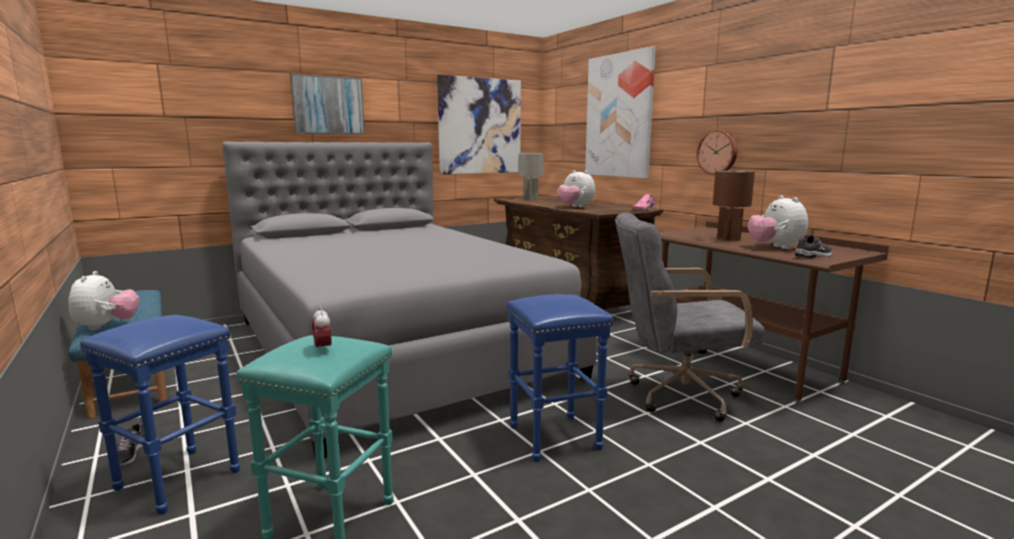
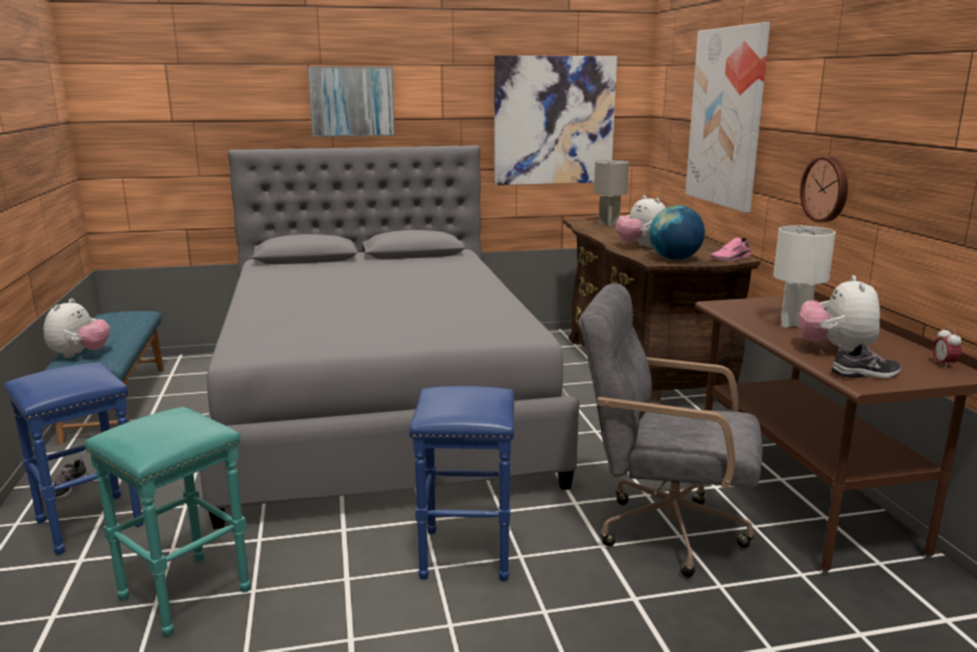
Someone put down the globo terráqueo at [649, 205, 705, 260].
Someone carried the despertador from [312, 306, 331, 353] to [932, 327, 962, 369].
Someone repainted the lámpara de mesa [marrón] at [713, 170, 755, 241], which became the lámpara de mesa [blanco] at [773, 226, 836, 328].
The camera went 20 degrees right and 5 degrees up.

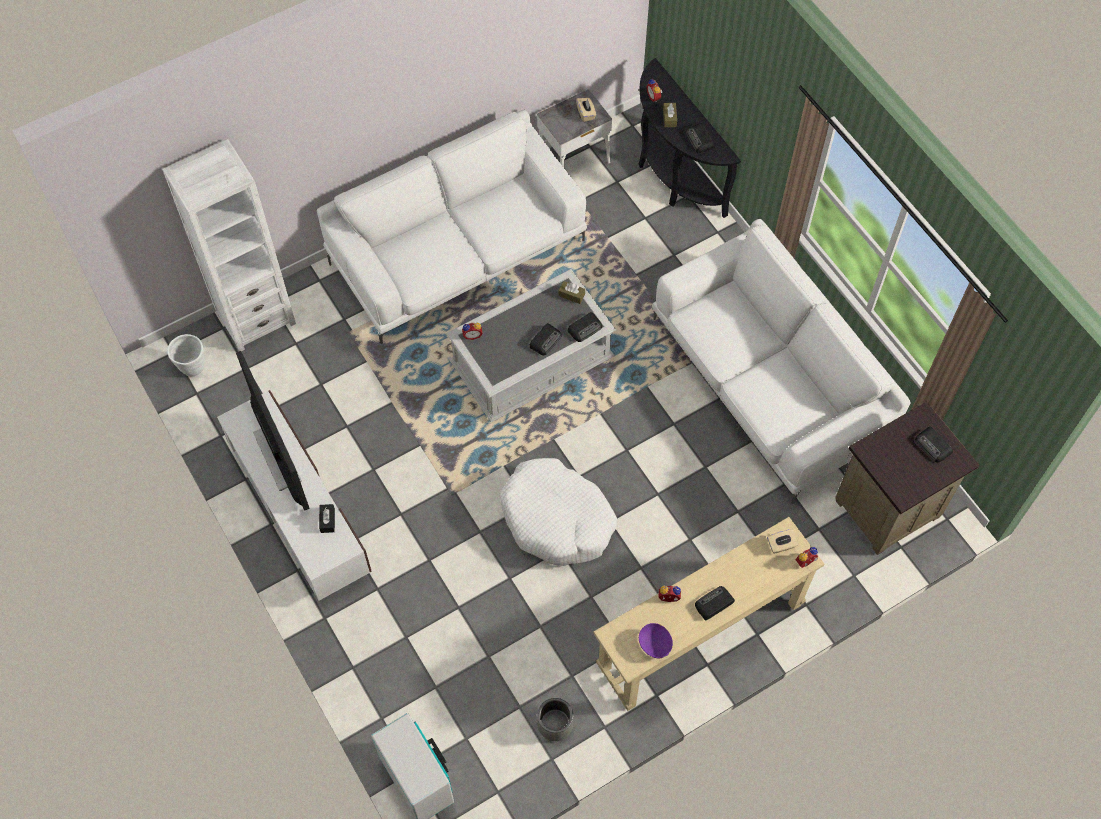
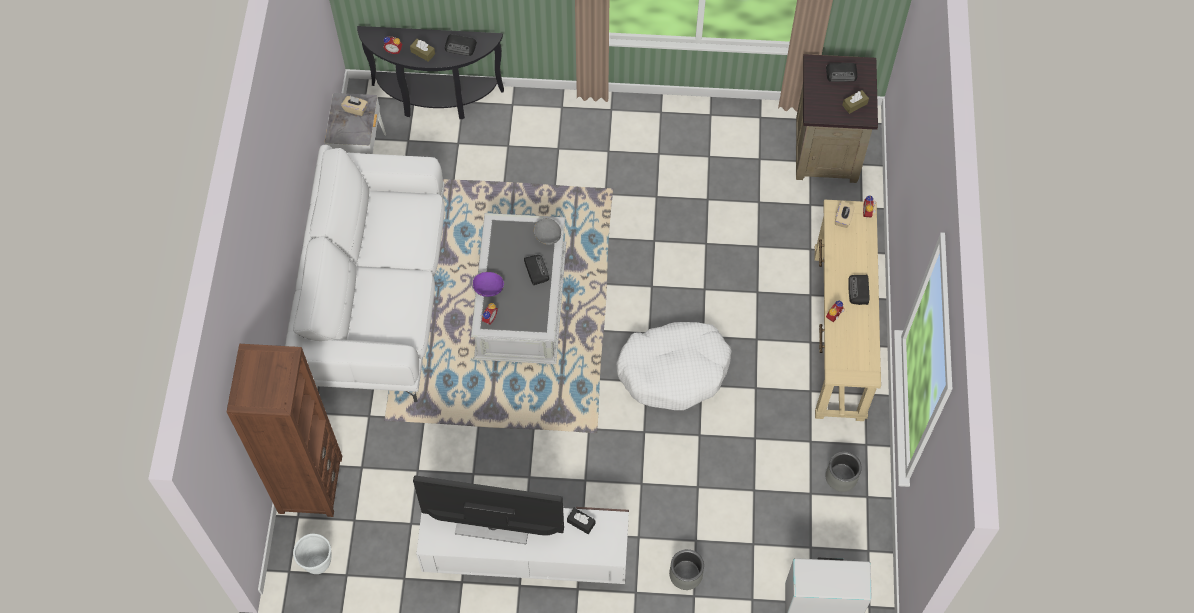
Someone took away the sofá [blanco] at [652, 219, 911, 504].
Someone put down the maceta [gris] at [669, 549, 704, 590].
Someone carried the caja de pañuelos [marrón] from [559, 281, 585, 304] to [842, 90, 869, 114].
Someone carried the cuenco [morado] from [639, 623, 673, 658] to [473, 272, 504, 297].
Someone swapped the radio at [567, 312, 602, 342] for the cuenco [gris] at [534, 218, 561, 245].
Someone repainted the estantería [blanco] at [162, 139, 296, 351], which became the estantería [marrón] at [227, 344, 342, 517].
The camera went 55 degrees left and 0 degrees up.

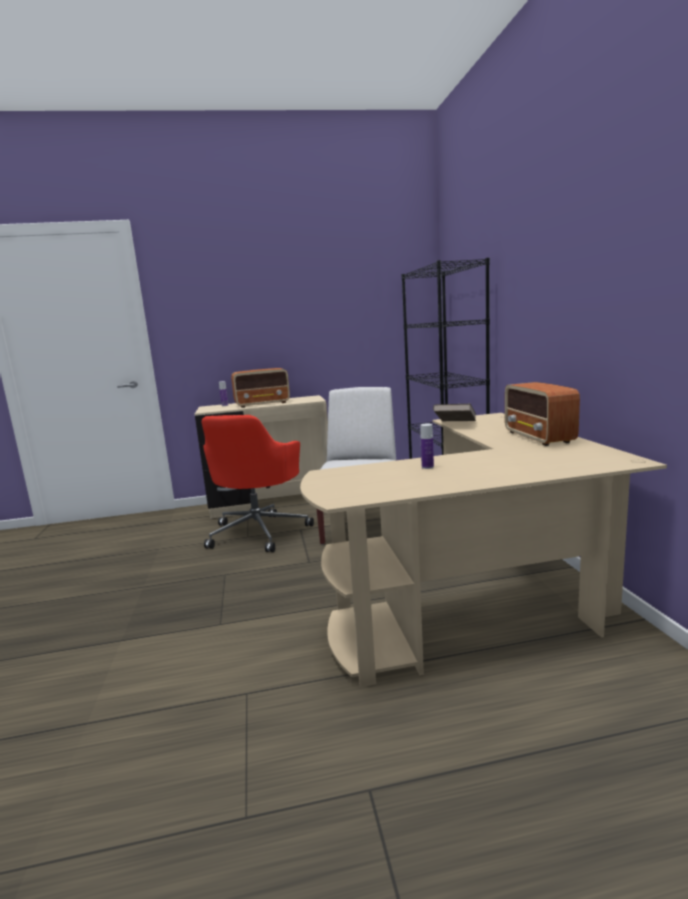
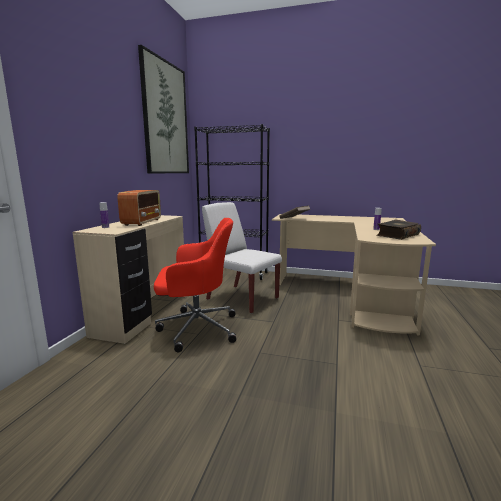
Someone took away the radio at [505, 382, 580, 446].
Someone put up the cuadro at [138, 45, 189, 174].
Someone put down the libro at [376, 219, 421, 240].
Someone rotated the silla de oficina [rojo] at [202, 415, 314, 552] by 45 degrees counterclockwise.
The camera went 65 degrees left and 0 degrees up.

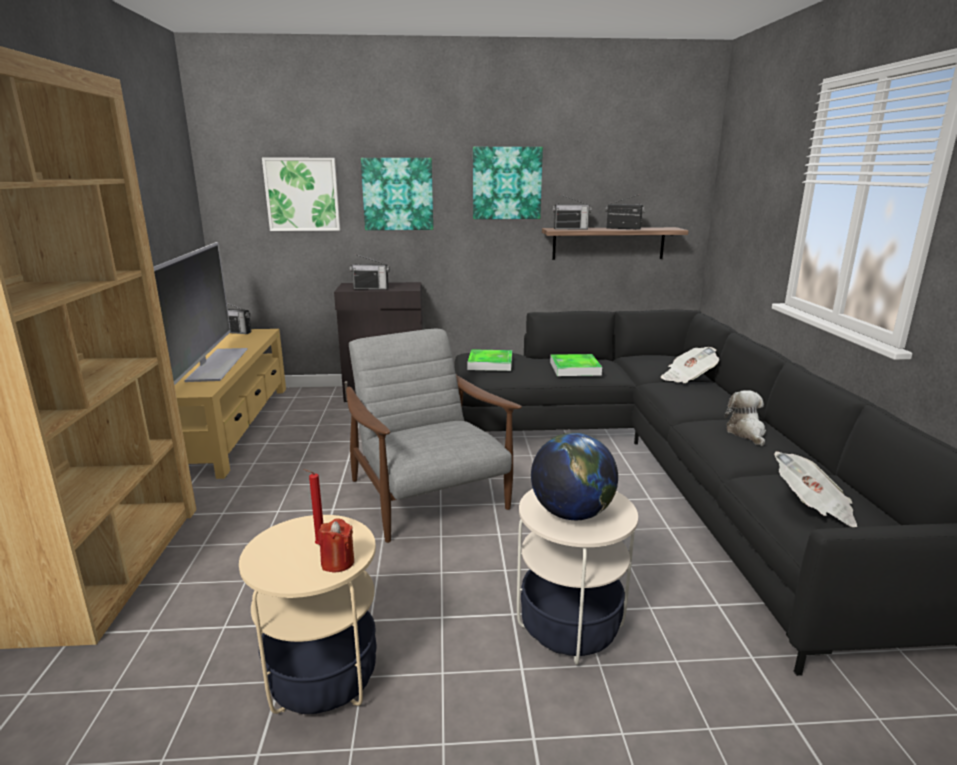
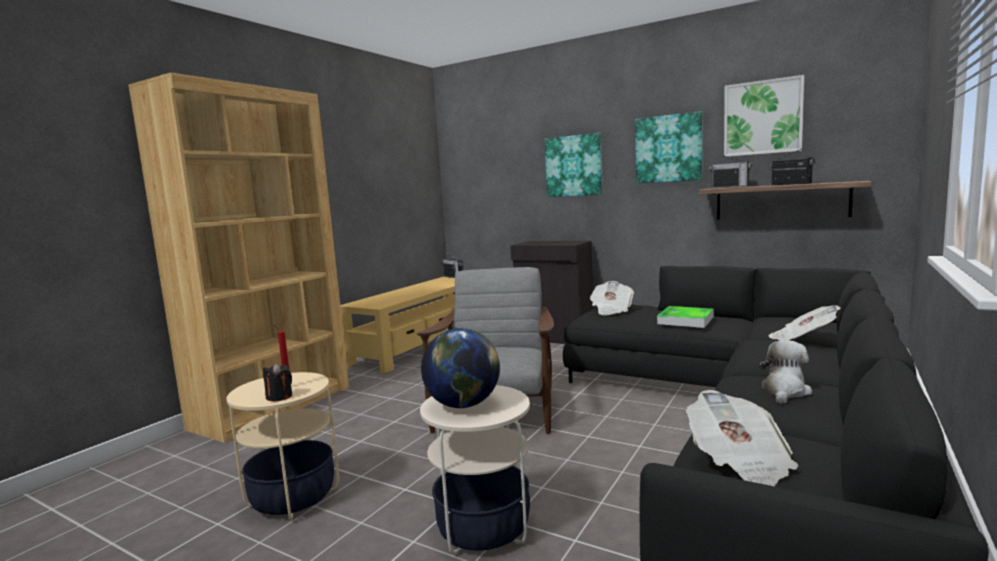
Someone took away the televisor at [153, 242, 248, 385].
Someone took away the radio at [350, 254, 390, 290].
Someone carried the cuadro from [262, 158, 340, 231] to [724, 75, 804, 157].
Someone swapped the bandeja at [468, 349, 512, 371] for the periódico at [590, 281, 634, 315].
Someone repainted the vela [rojo] at [318, 518, 354, 572], which became the vela [negro] at [263, 363, 292, 401].
The camera went 35 degrees right and 10 degrees down.

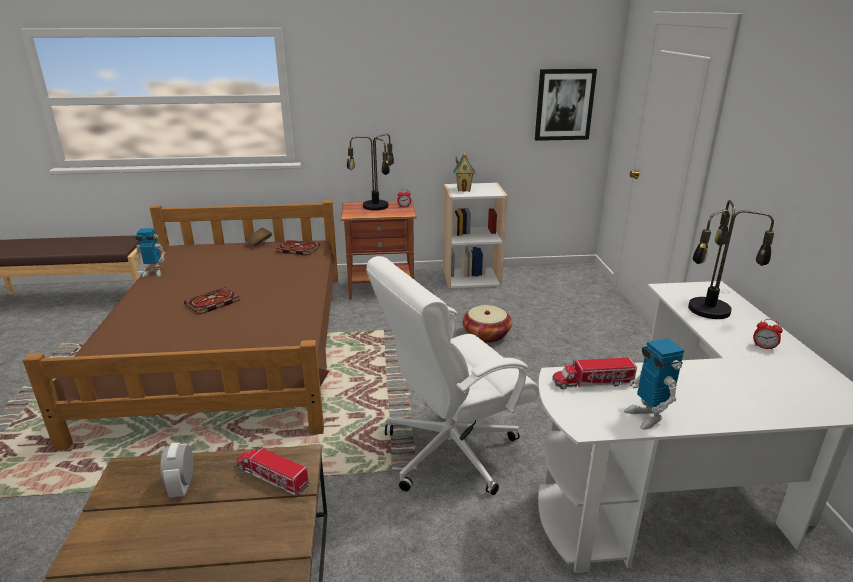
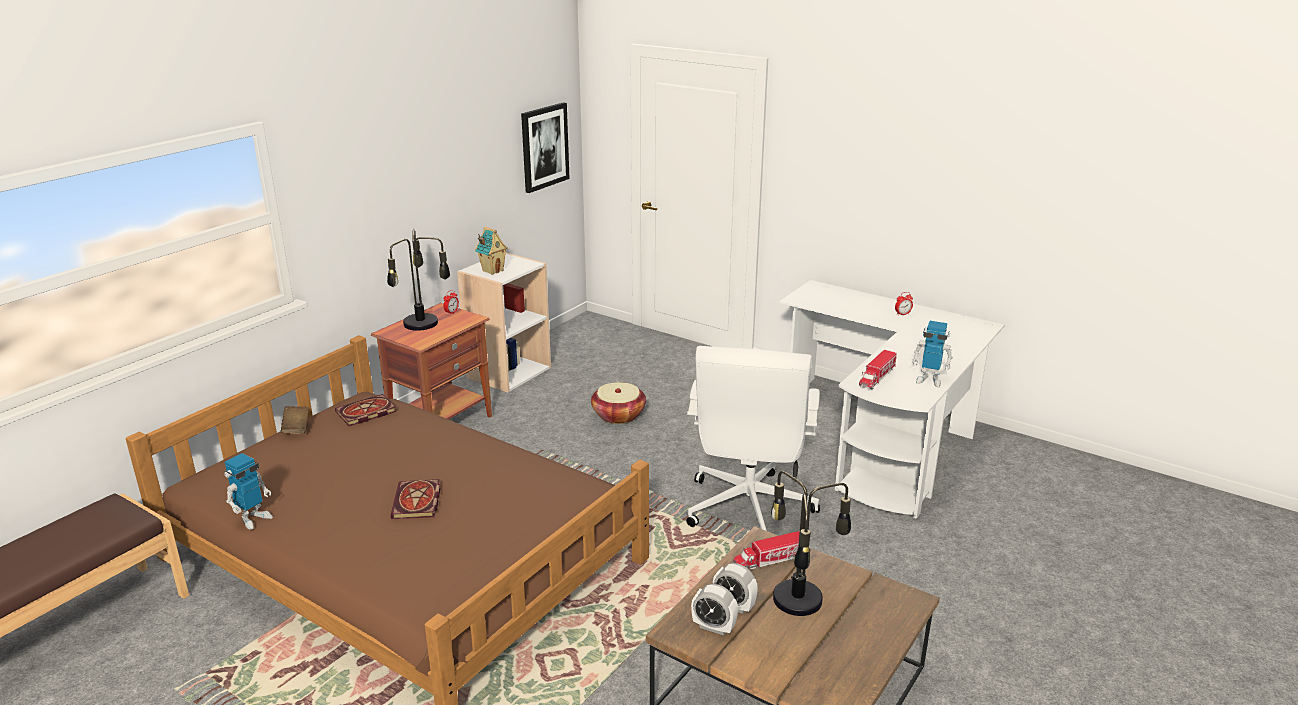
Someone put down the despertador at [691, 584, 738, 635].
Someone carried the lámpara de mesa from [688, 200, 774, 319] to [771, 471, 851, 616].
The camera went 50 degrees left and 0 degrees up.

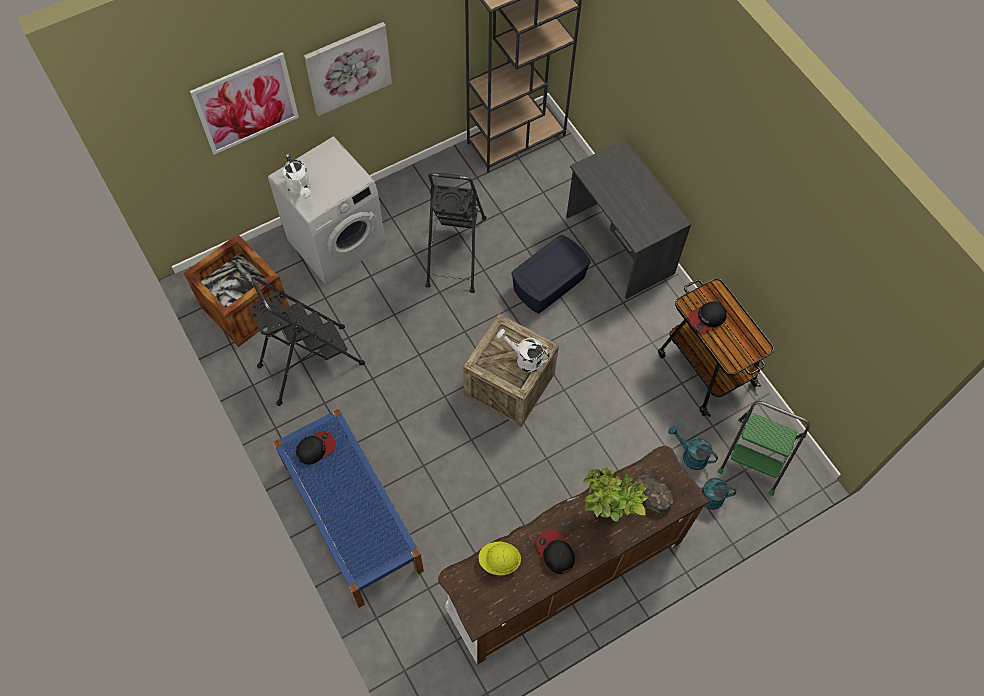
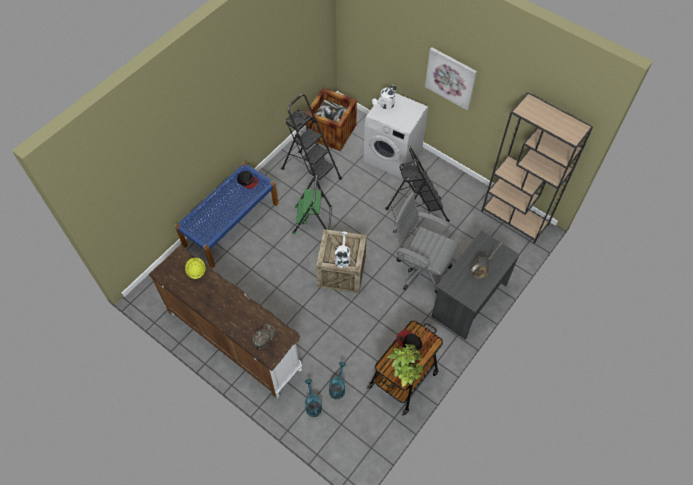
Someone took away the cuadro at [190, 52, 299, 155].
Someone took away the gorra at [536, 529, 575, 574].
Someone put down the regadera [marrón] at [470, 242, 502, 279].
Someone carried the planta en maceta from [583, 466, 648, 522] to [387, 344, 424, 387].
Someone carried the escalera de tijera [verde] from [717, 401, 810, 496] to [292, 175, 332, 234].
Someone swapped the caja de almacenaje [azul] at [511, 235, 591, 314] for the silla de oficina [gris] at [394, 192, 458, 294].
The camera went 70 degrees right and 5 degrees down.

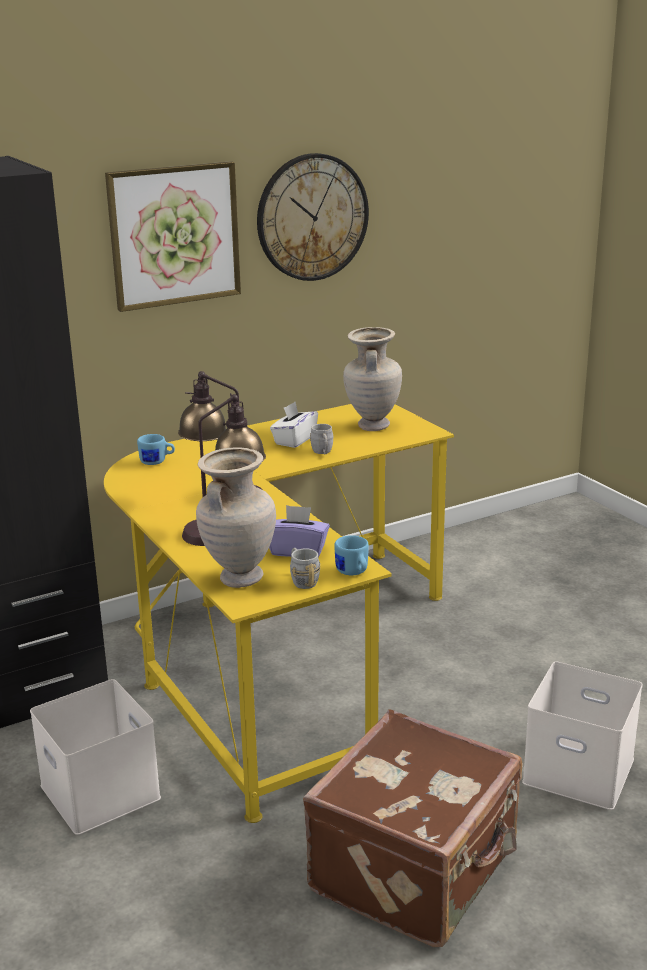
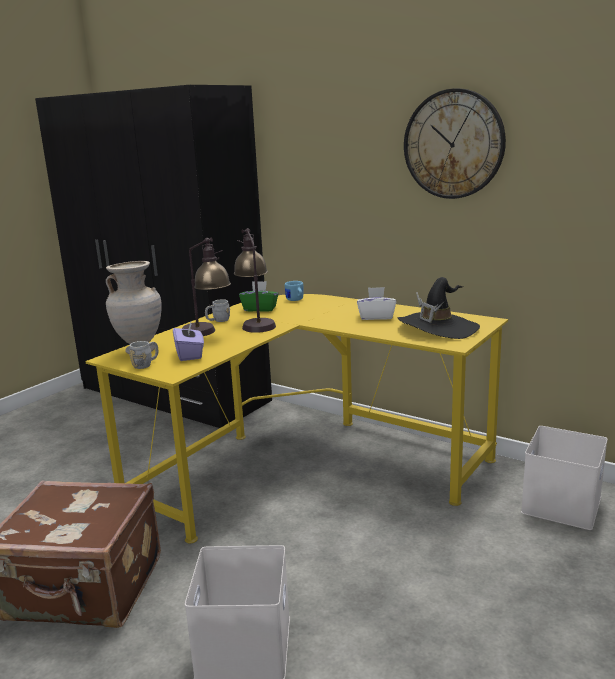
Someone took away the cuadro at [105, 161, 241, 312].
Someone took away the taza grande [azul] at [334, 535, 369, 575].
Someone put down the caja de pañuelos [verde] at [239, 281, 279, 312].
Someone carried the caja de almacenaje [blanco] from [30, 679, 161, 835] to [521, 426, 608, 530].
Someone carried the taza grande [gris] from [310, 424, 333, 454] to [205, 299, 230, 322].
Someone swapped the florero [beis] at [343, 327, 402, 431] for the sombrero [negro] at [398, 277, 480, 339].
The camera went 65 degrees right and 5 degrees down.

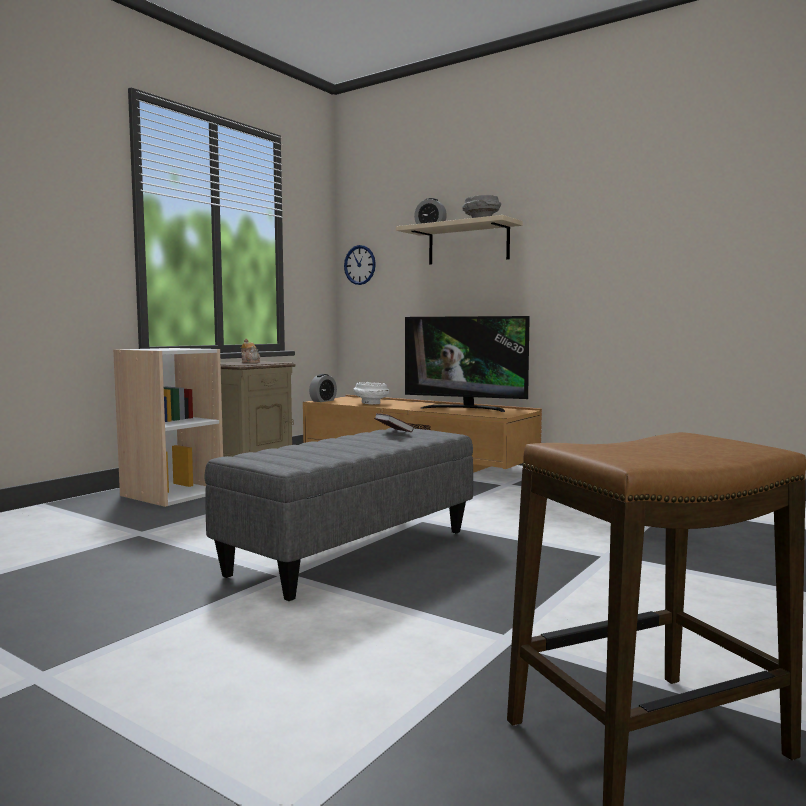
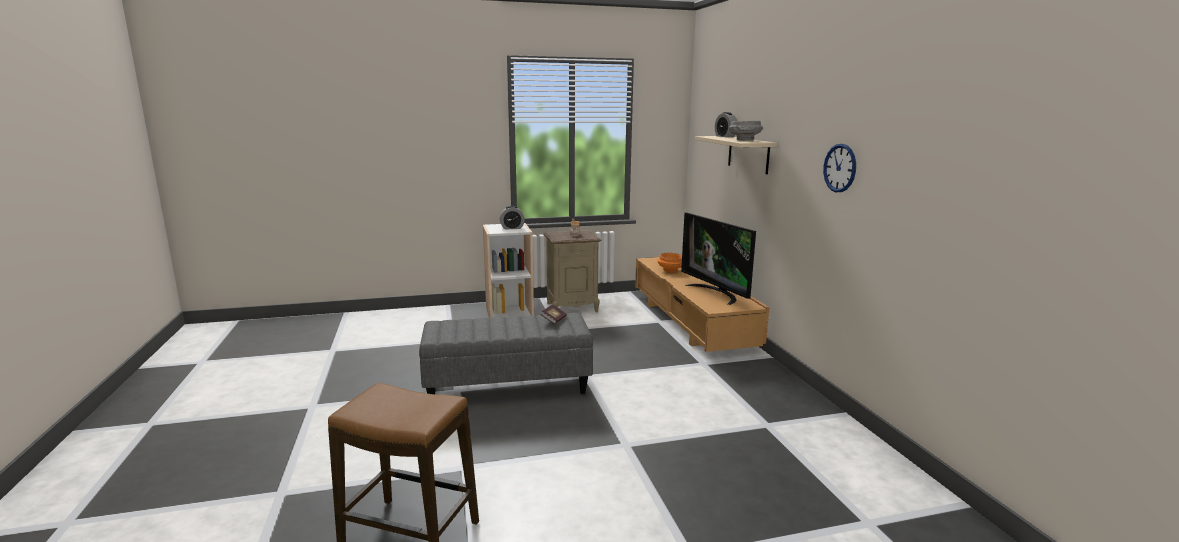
Someone carried the despertador from [309, 374, 337, 402] to [499, 206, 525, 230].
Someone carried the reloj de pared from [344, 245, 376, 285] to [823, 144, 856, 192].
Someone repainted the cuenco [blanco] at [353, 382, 389, 405], which became the cuenco [naranja] at [658, 253, 682, 273].
The camera went 40 degrees right and 10 degrees up.

